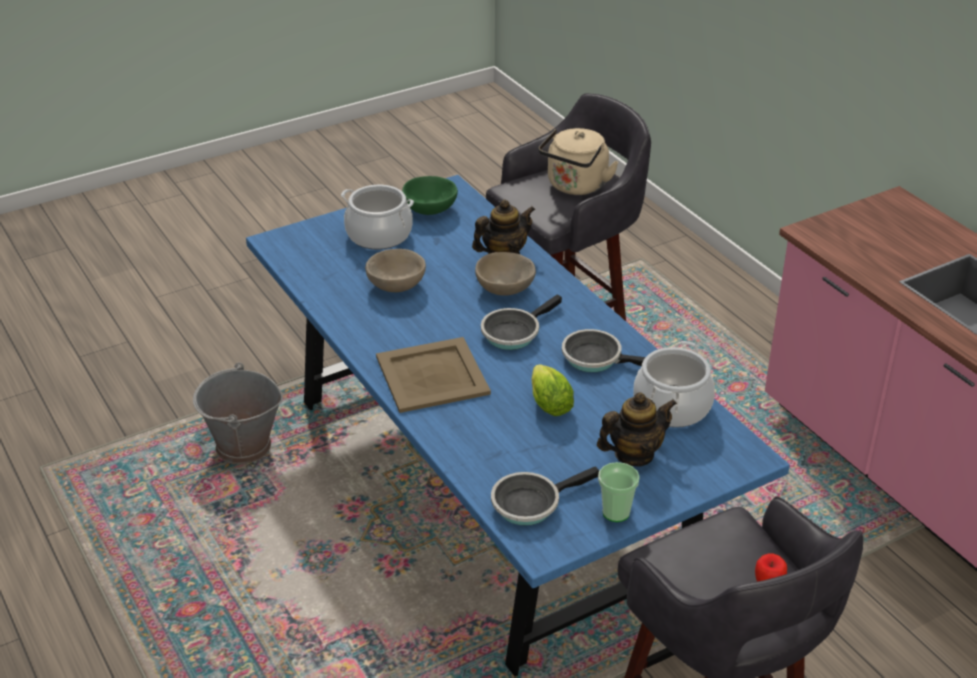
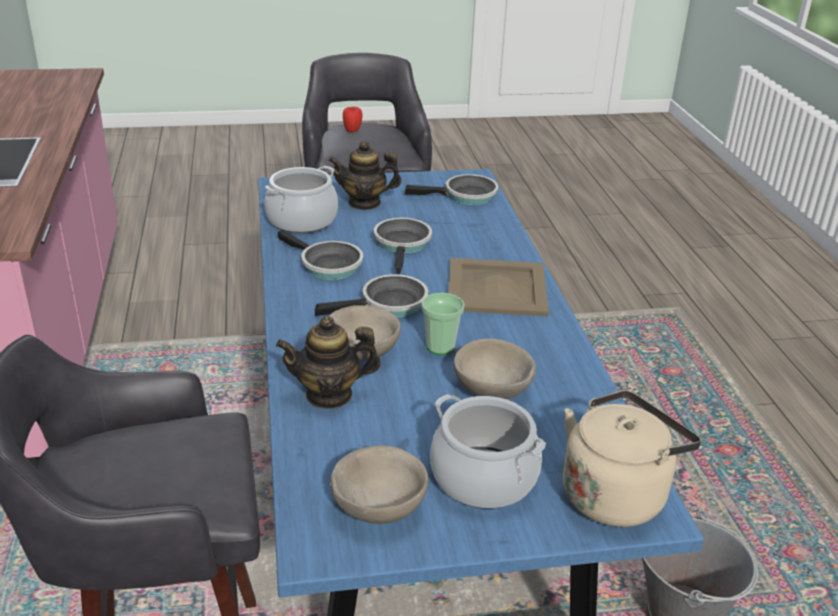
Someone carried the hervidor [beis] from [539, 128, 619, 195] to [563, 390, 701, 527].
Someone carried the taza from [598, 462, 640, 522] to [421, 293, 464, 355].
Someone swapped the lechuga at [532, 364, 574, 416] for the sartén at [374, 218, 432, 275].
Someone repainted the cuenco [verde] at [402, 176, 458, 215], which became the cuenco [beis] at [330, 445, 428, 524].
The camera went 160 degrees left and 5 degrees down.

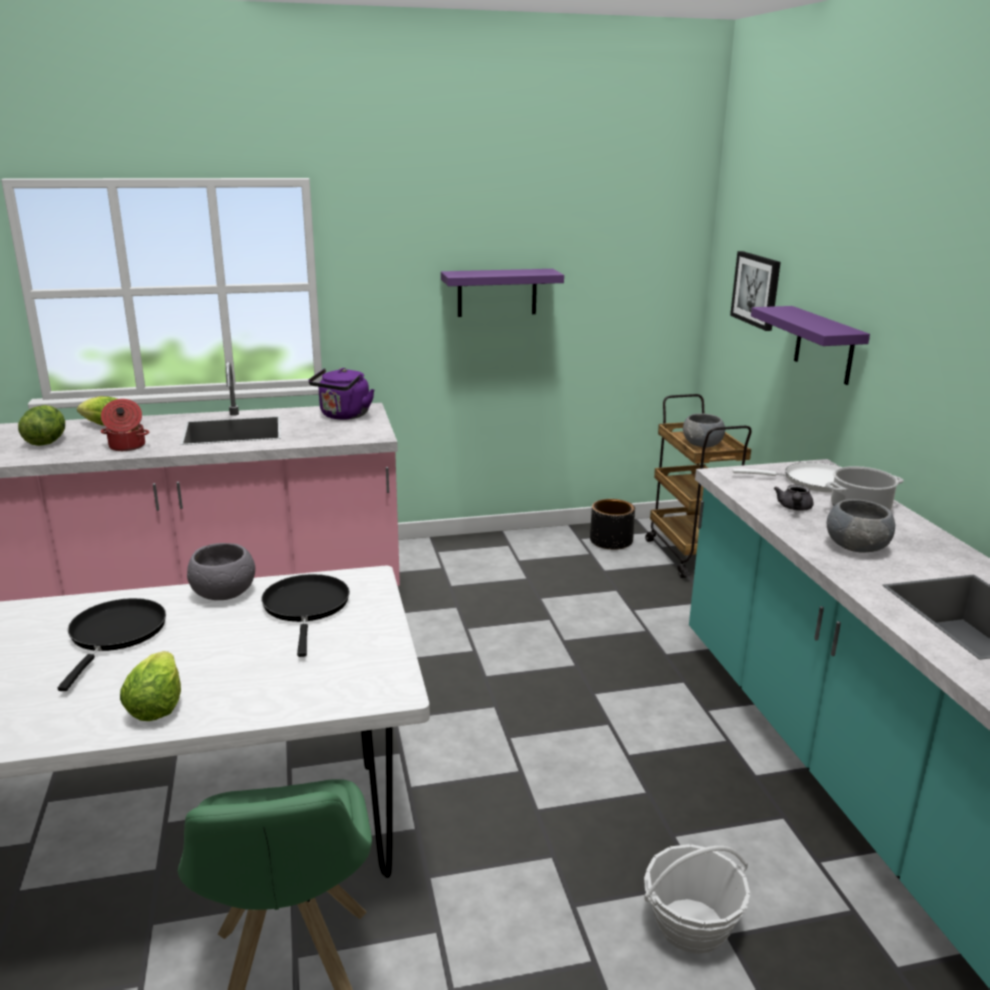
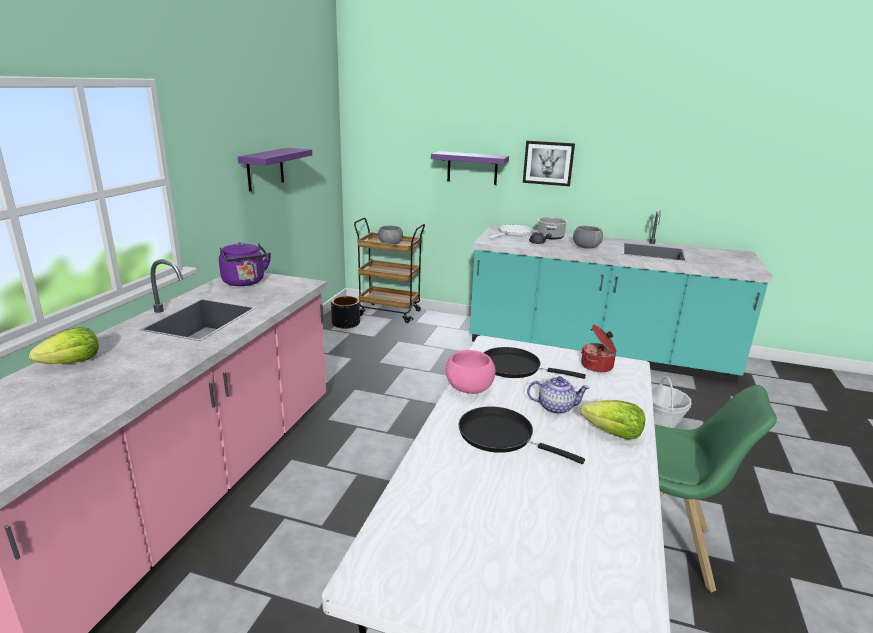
Someone took away the lechuga at [18, 405, 65, 446].
Someone put down the tetera at [527, 376, 590, 414].
Someone carried the olla from [101, 399, 149, 451] to [581, 324, 616, 372].
Someone carried the cuadro from [730, 251, 781, 331] to [523, 141, 575, 186].
Someone repainted the cuenco [gris] at [187, 543, 255, 600], which became the cuenco [rosa] at [446, 350, 496, 394].
The camera went 60 degrees left and 0 degrees up.

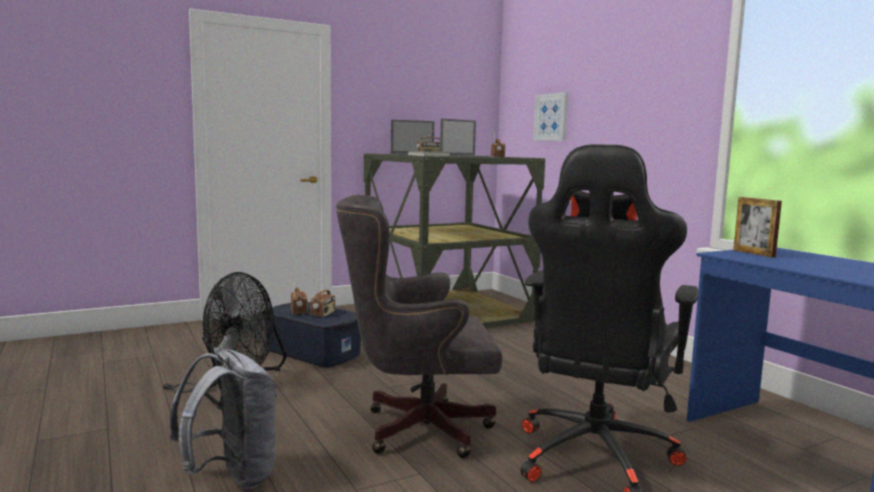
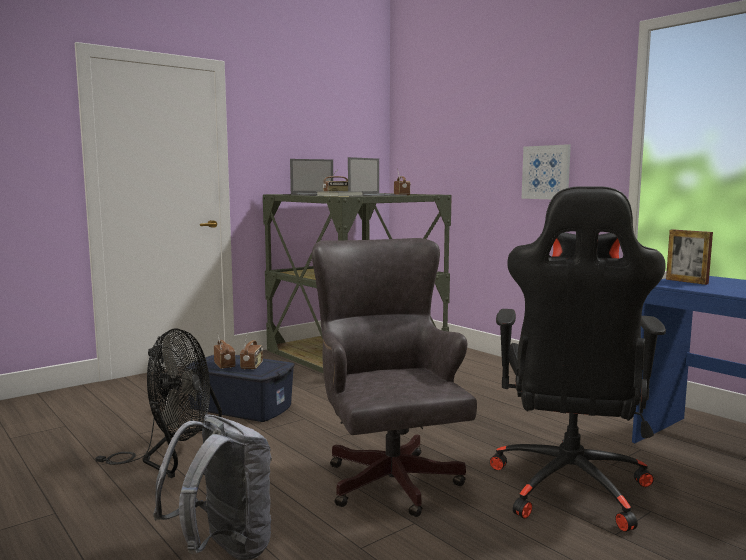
Someone carried the cuadro from [533, 92, 568, 141] to [521, 144, 571, 199].
Someone rotated the silla de oficina [gris] at [336, 195, 502, 458] by 90 degrees clockwise.
The camera went 10 degrees left and 0 degrees up.

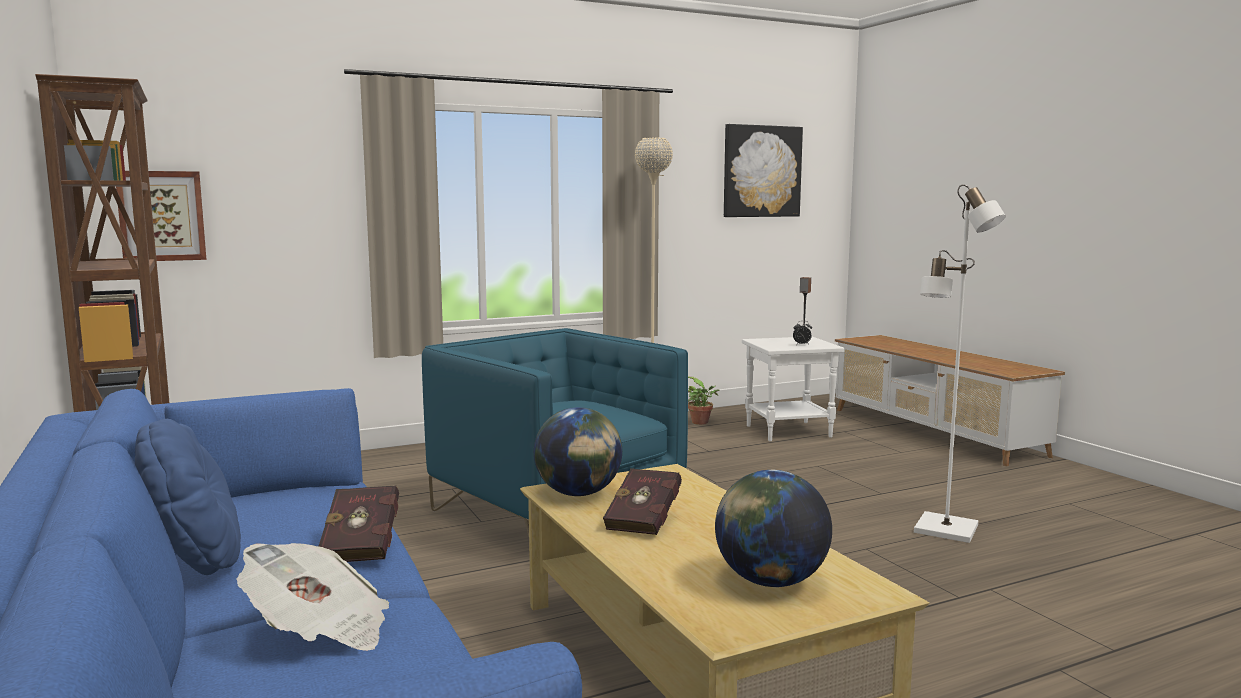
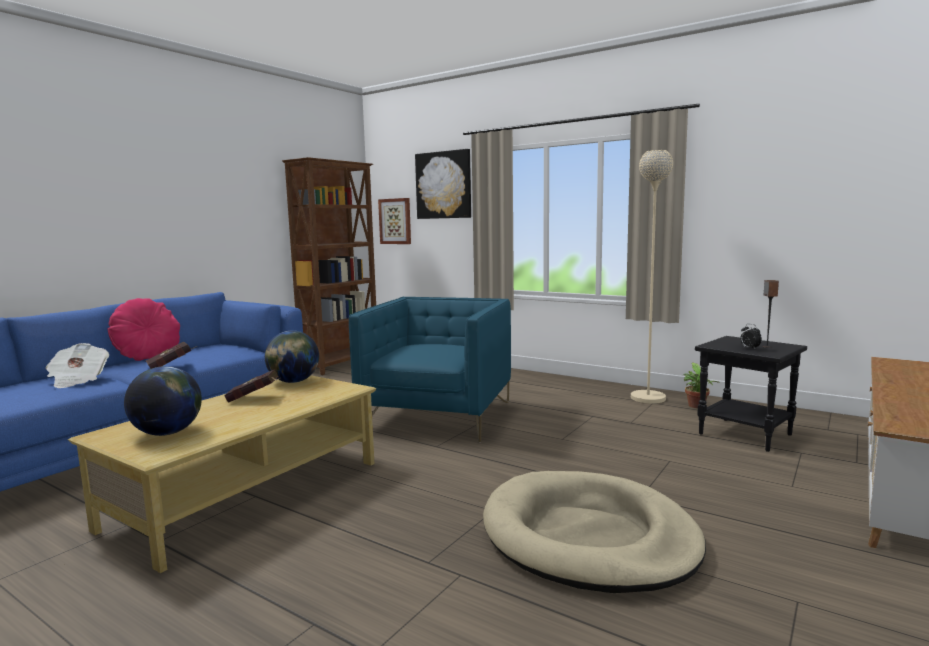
Someone carried the cuadro from [724, 124, 803, 217] to [415, 149, 471, 219].
Someone swapped the lámpara de pie [blanco] at [914, 185, 1006, 543] for the cama para perro [beis] at [483, 471, 706, 593].
Someone repainted the cojín [azul] at [135, 419, 241, 575], which became the cojín [rosa] at [107, 298, 180, 361].
Someone repainted the mesa auxiliar [blanco] at [742, 337, 844, 442], which became the mesa auxiliar [negro] at [695, 336, 807, 452].
The camera went 60 degrees right and 0 degrees up.

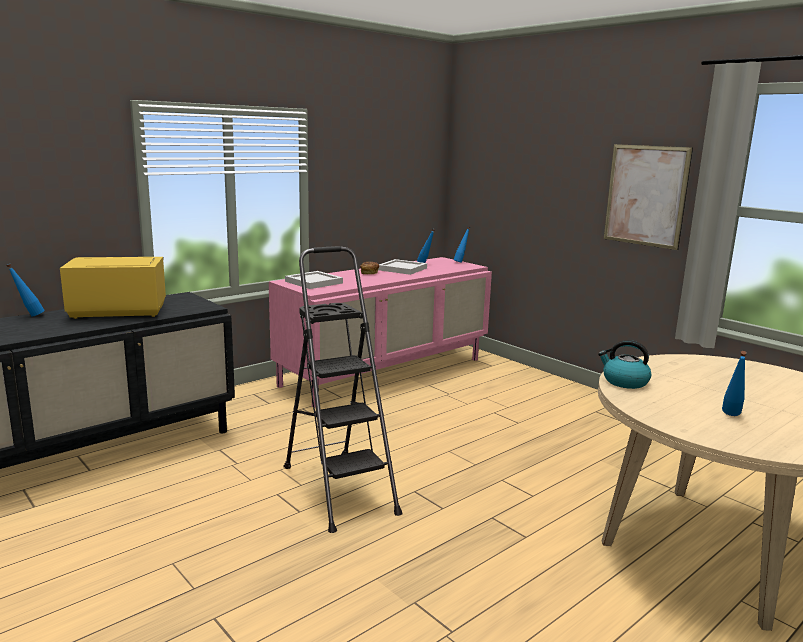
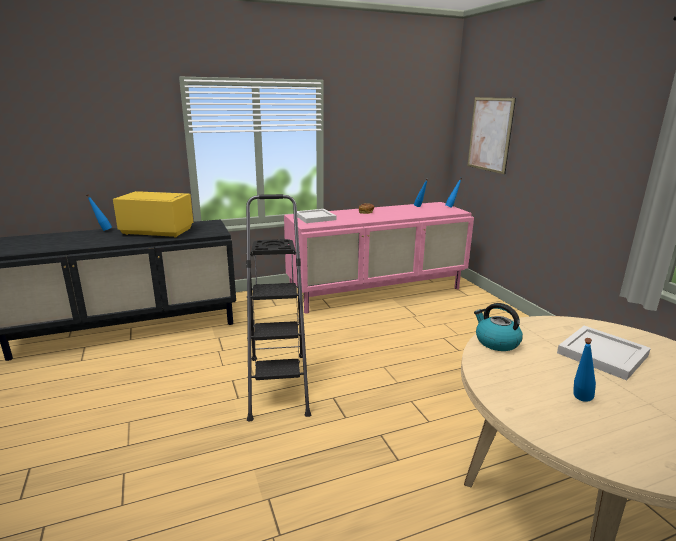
Someone carried the bandeja [blanco] from [378, 259, 427, 275] to [557, 326, 651, 381].
Someone carried the cuadro from [604, 144, 693, 250] to [467, 97, 516, 174].
The camera went 20 degrees right and 5 degrees up.

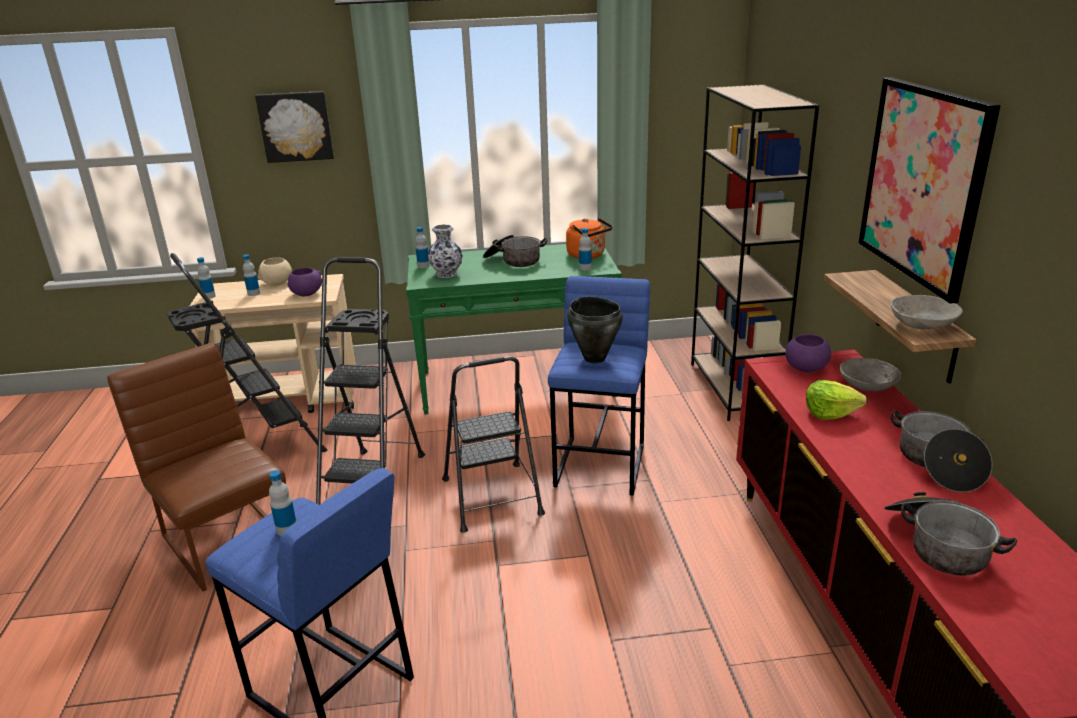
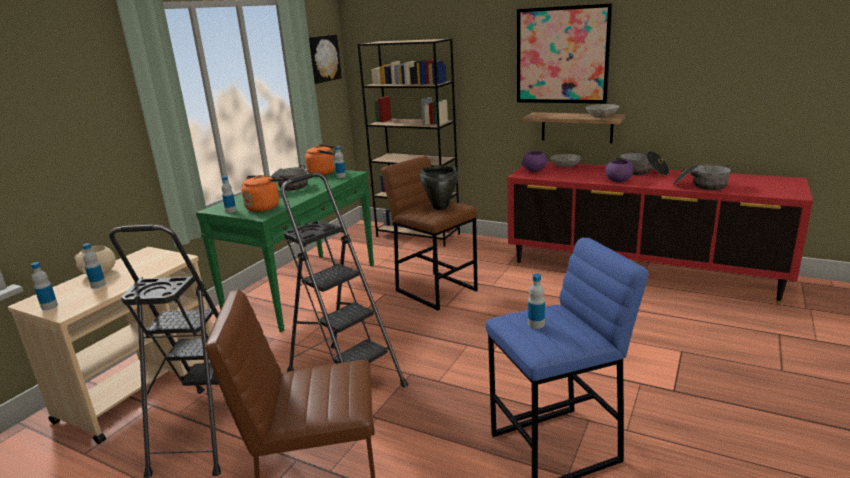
Someone took away the escalera de tijera [negro] at [442, 356, 545, 533].
Someone took away the lechuga at [806, 380, 867, 420].
Someone carried the cuadro from [255, 91, 334, 163] to [309, 34, 342, 84].
Someone carried the cuenco [morado] from [288, 268, 322, 296] to [605, 160, 634, 182].
Someone swapped the florero at [428, 224, 463, 278] for the hervidor [naranja] at [241, 175, 283, 212].
Someone repainted the taburete [azul] at [548, 276, 650, 495], which became the taburete [marrón] at [381, 156, 478, 310].
The camera went 55 degrees left and 5 degrees down.

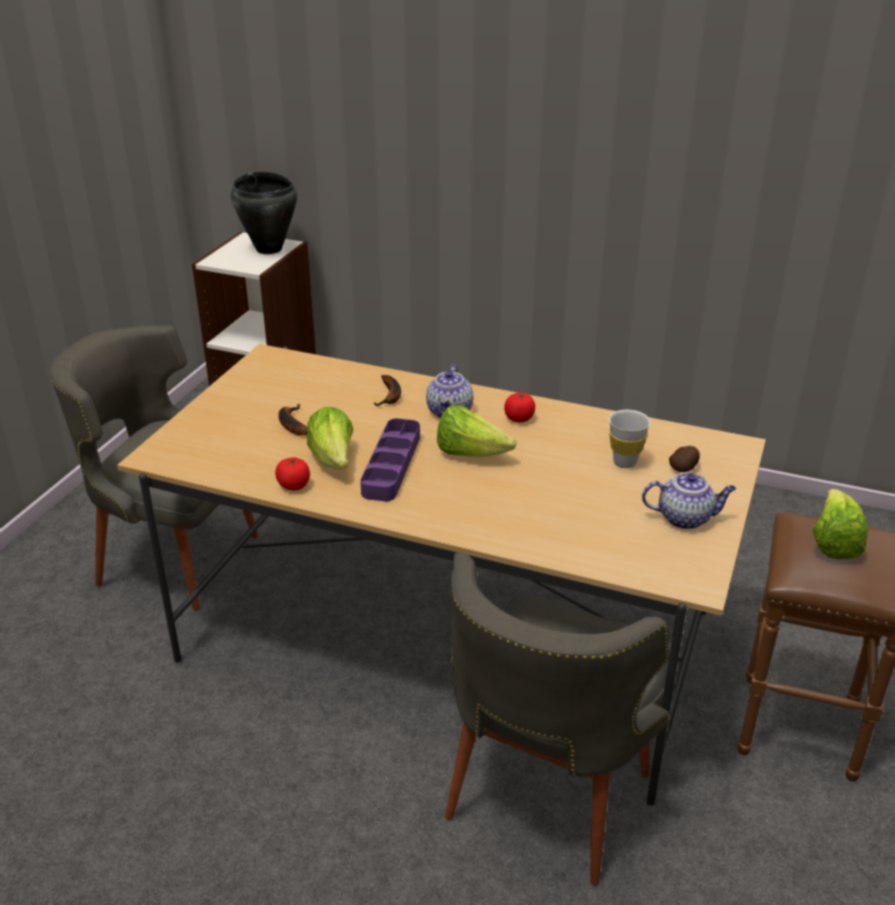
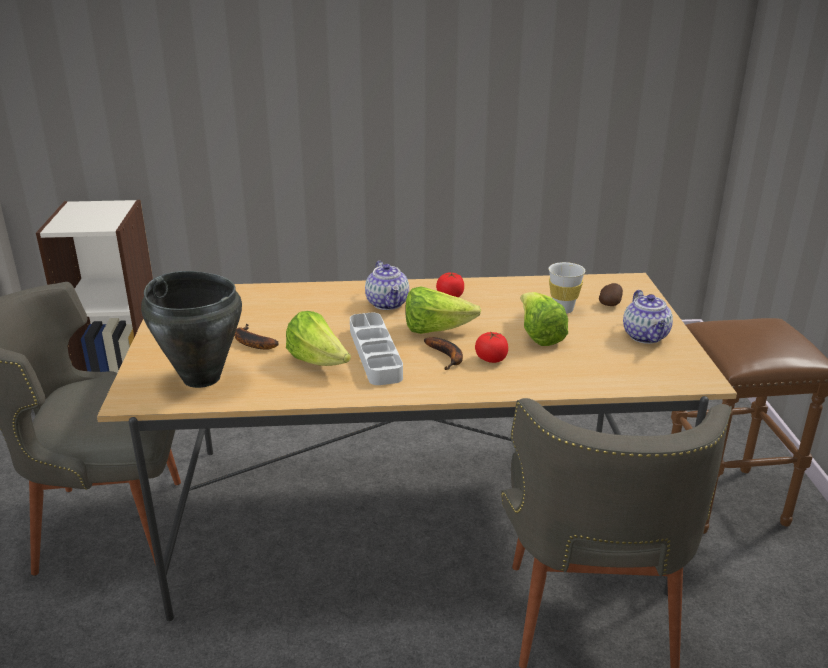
Someone carried the olla [negro] from [231, 171, 297, 254] to [141, 271, 242, 388].
Someone carried the tomate from [275, 457, 310, 491] to [475, 331, 508, 363].
Someone carried the plátano from [373, 375, 401, 406] to [424, 337, 463, 370].
Someone carried the lechuga from [812, 489, 868, 559] to [520, 292, 568, 346].
Someone repainted the bandeja [morado] at [360, 418, 420, 502], which became the bandeja [gris] at [350, 313, 403, 385].
Someone rotated the tetera at [642, 473, 736, 529] by 105 degrees clockwise.
The camera went 25 degrees left and 5 degrees down.

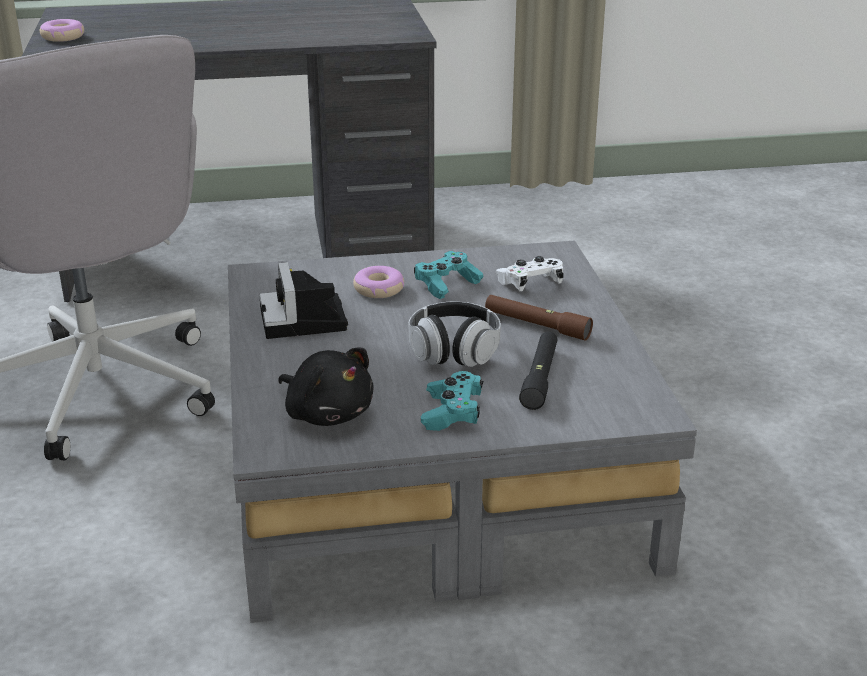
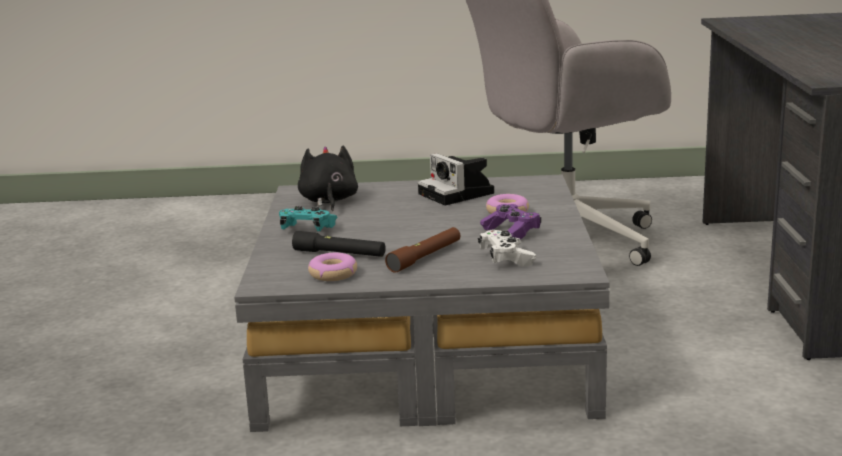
Someone took away the auriculares at [409, 301, 501, 367].
Someone carried the rosquilla from [40, 19, 84, 42] to [308, 253, 357, 281].
Someone repainted the mando de consola [turquesa] at [414, 251, 484, 299], which became the mando de consola [morado] at [480, 204, 541, 240].
Someone rotated the cámara at [259, 262, 348, 339] by 120 degrees counterclockwise.
Someone rotated the peluche [negro] at [278, 348, 373, 426] by 120 degrees clockwise.
The camera went 100 degrees right and 10 degrees down.

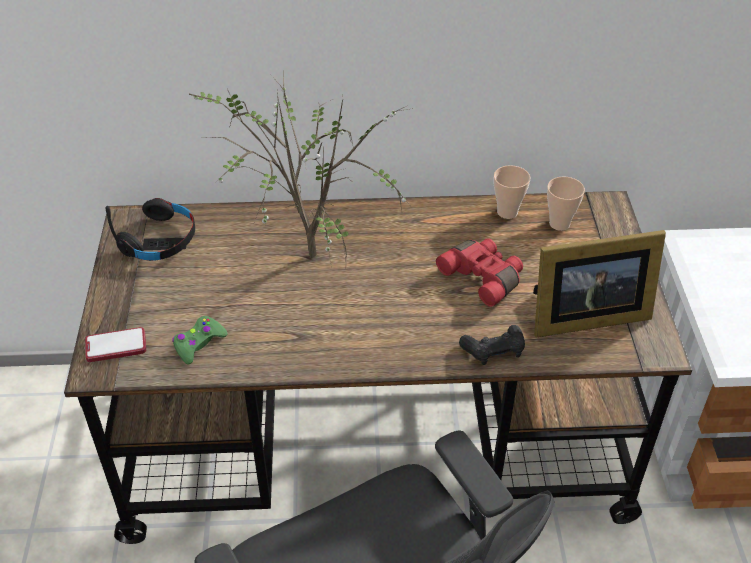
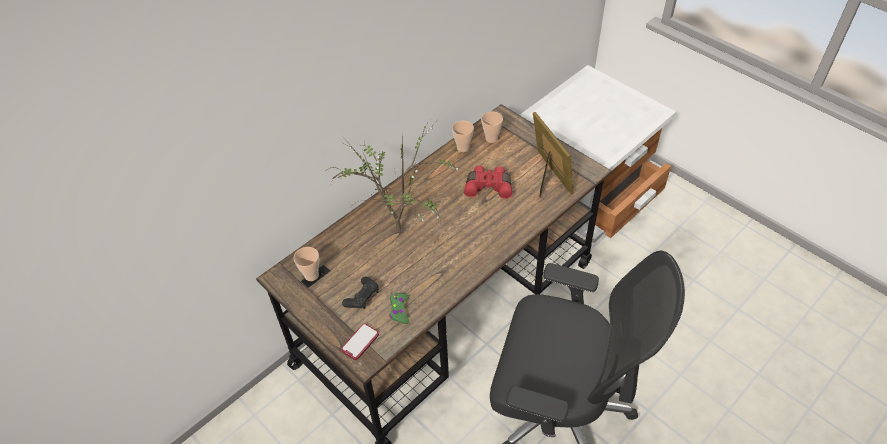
Someone carried the mando de consola [negro] from [459, 325, 525, 365] to [342, 276, 379, 309].
Someone swapped the auriculares [negro] at [105, 198, 195, 261] for the taza at [294, 247, 319, 281].
Someone rotated the portarretratos at [533, 230, 666, 338] by 60 degrees counterclockwise.
The camera went 40 degrees left and 5 degrees up.

